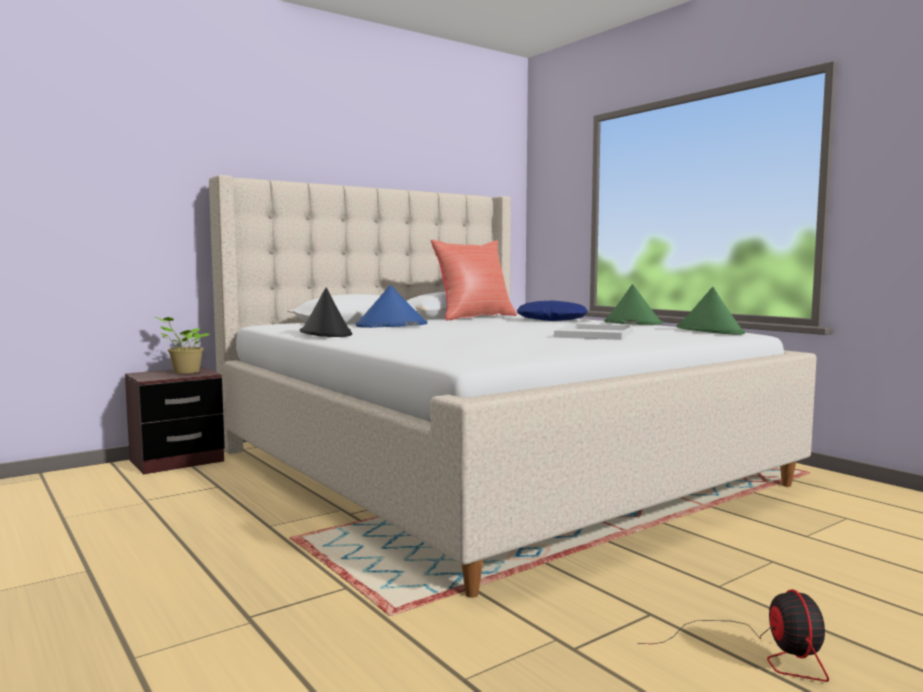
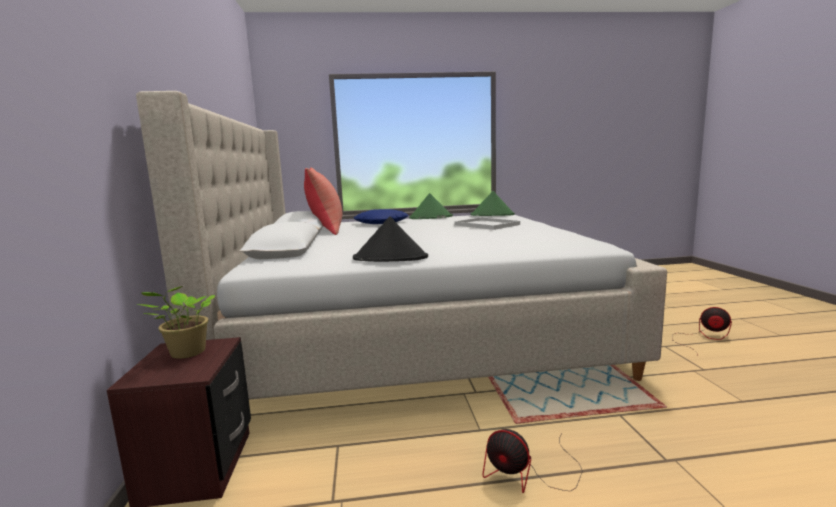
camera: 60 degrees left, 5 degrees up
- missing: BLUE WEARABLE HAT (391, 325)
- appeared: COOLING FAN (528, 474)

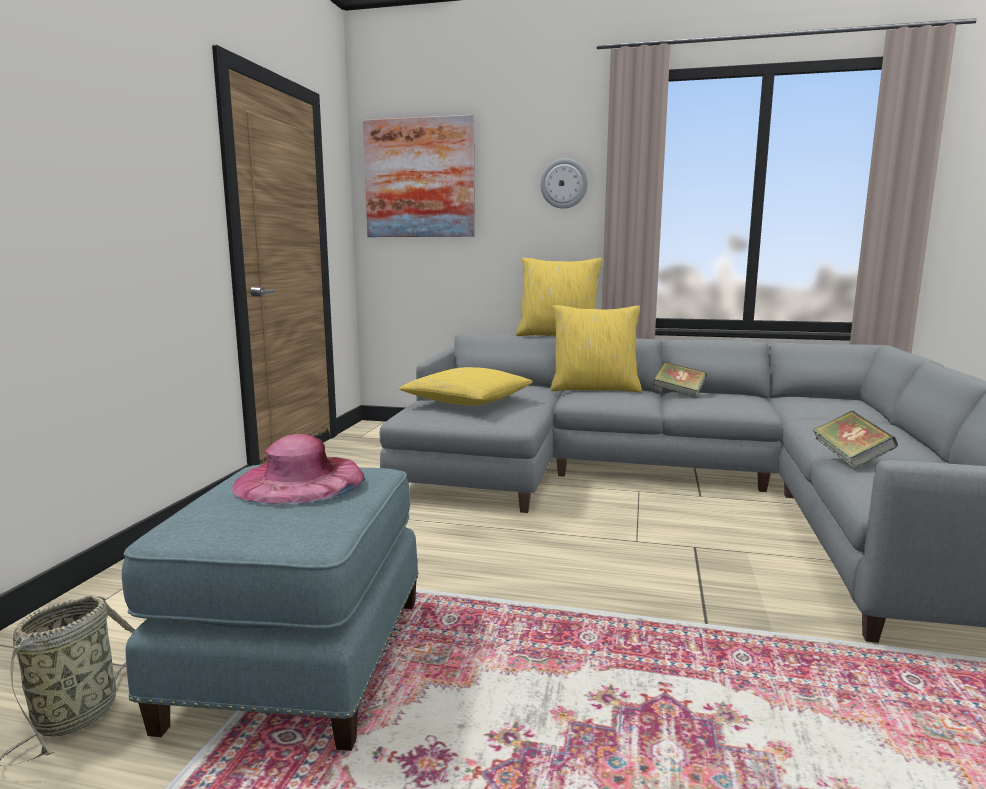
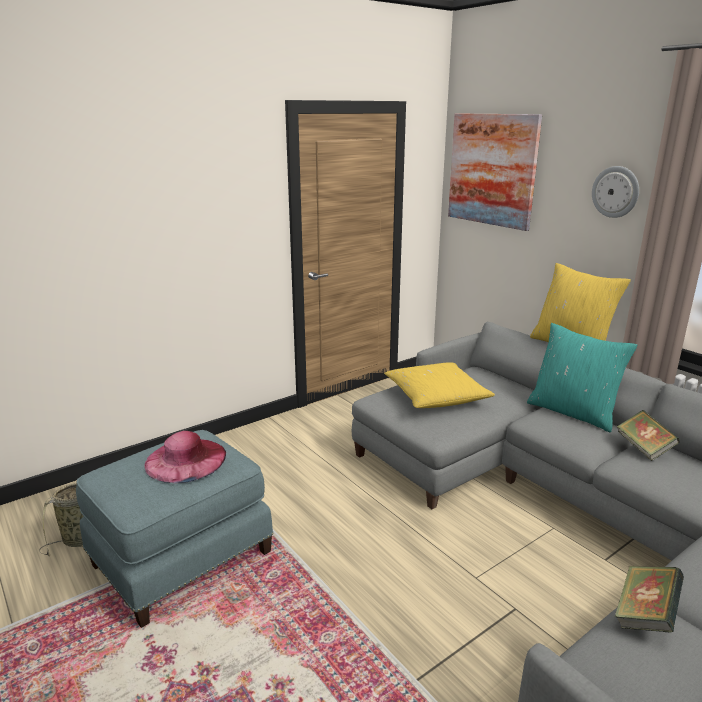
camera: 40 degrees right, 10 degrees up
- colour: YELLOW PILLOW (594, 389) to TURQUOISE PILLOW (573, 412)

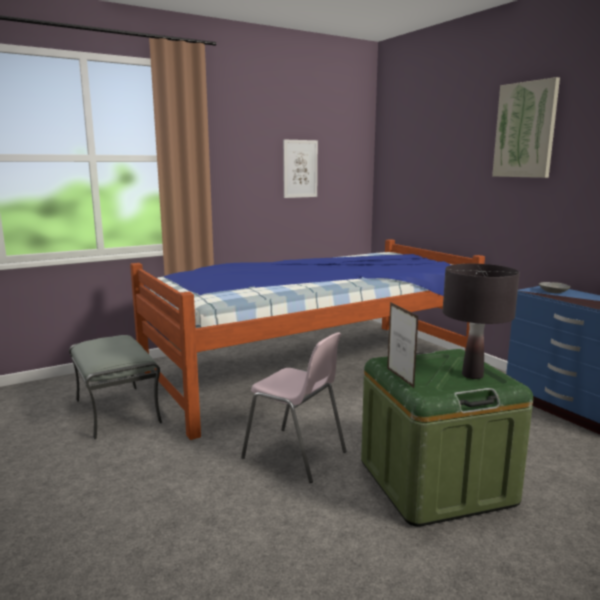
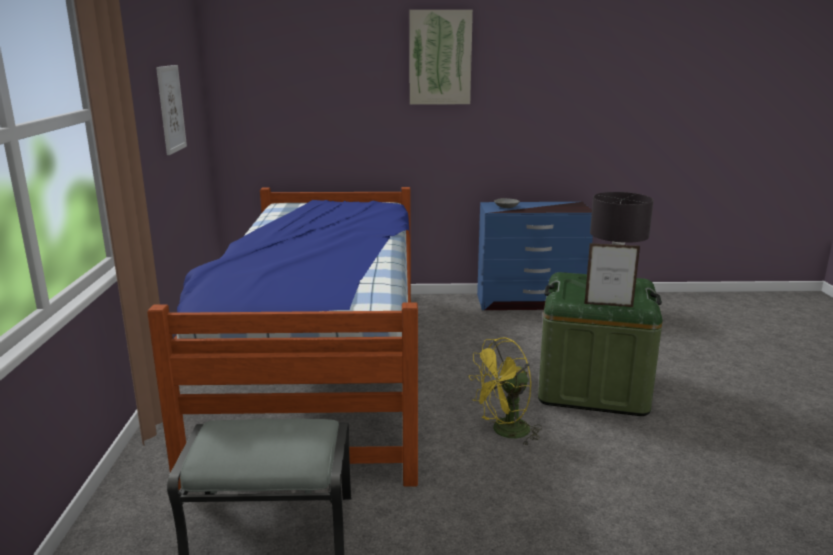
camera: 60 degrees left, 5 degrees up
- exchanged: PINK-COLOURED UPRIGHT CHAIR (295, 455) to YELLOW COOLING FAN (504, 432)

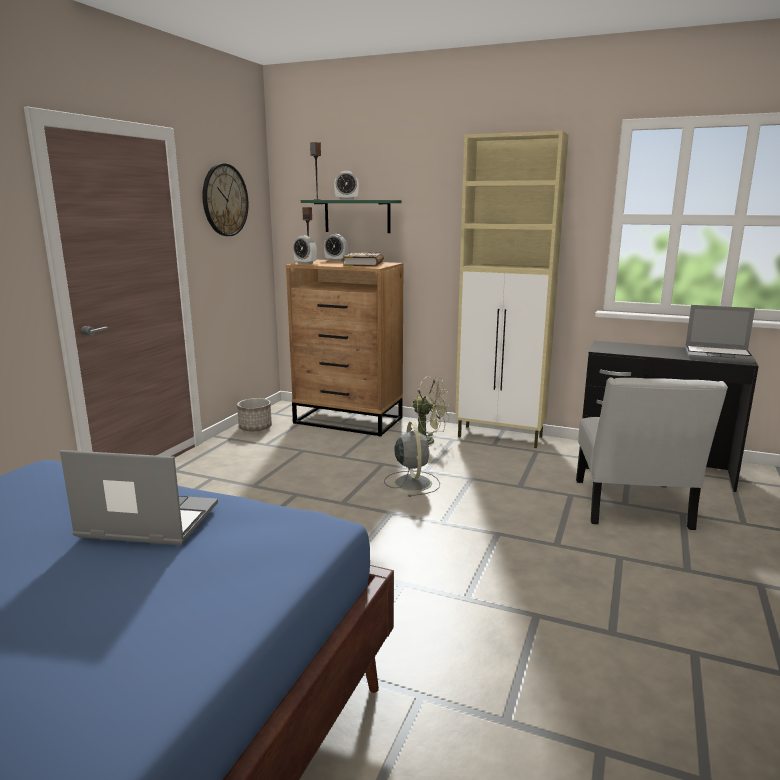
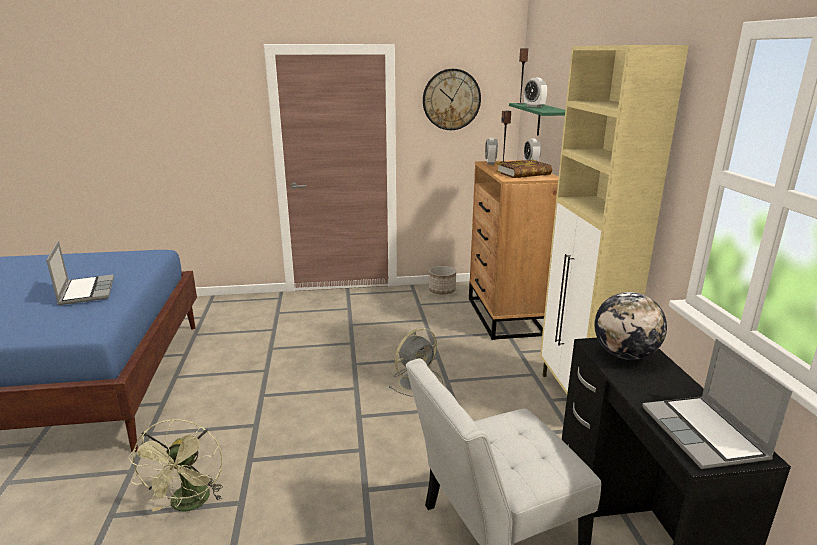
camera: 60 degrees right, 5 degrees up
- appeared: GLOBE (625, 355)
- relocated: GREEN COOLING FAN (428, 442) to (189, 505)

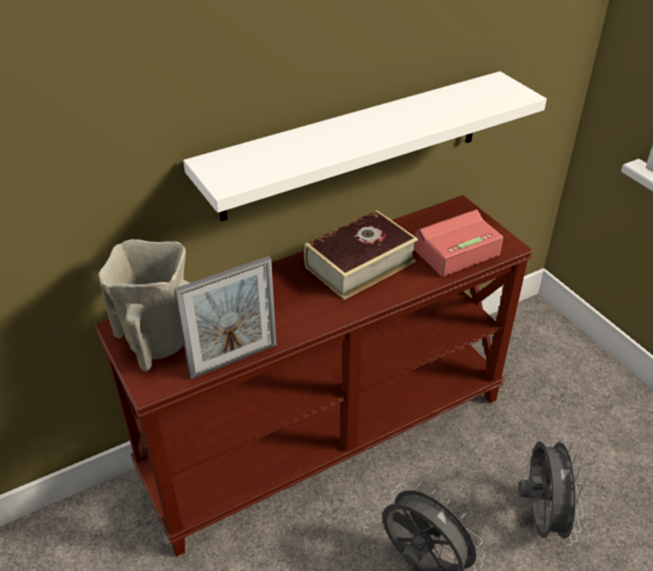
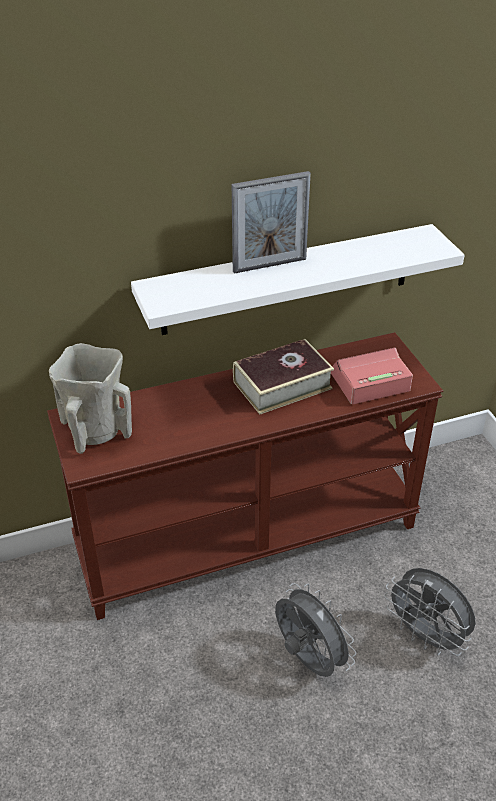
camera: 10 degrees right, 0 degrees up
- relocated: STANDING FRAME (233, 360) to (269, 265)
- spun: GREYISH COOLING FAN (540, 518) = (426, 636) 120 degrees clockwise

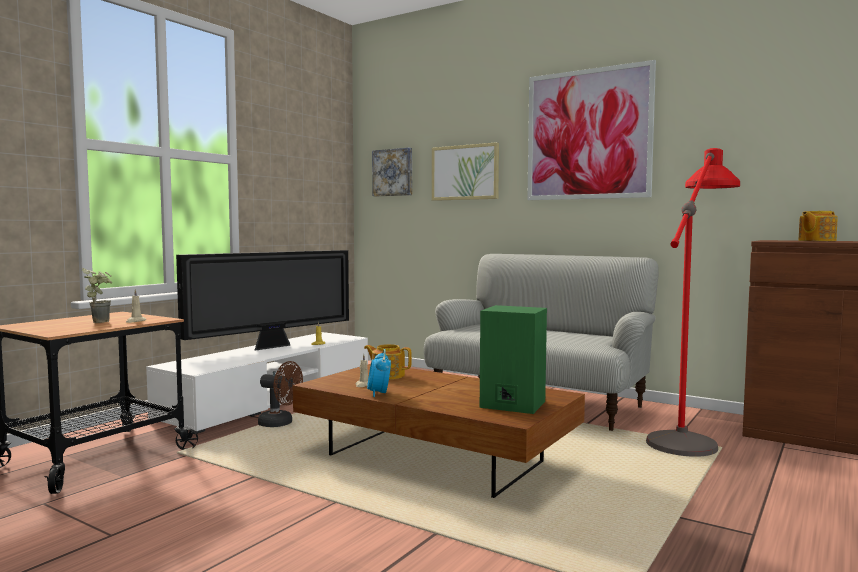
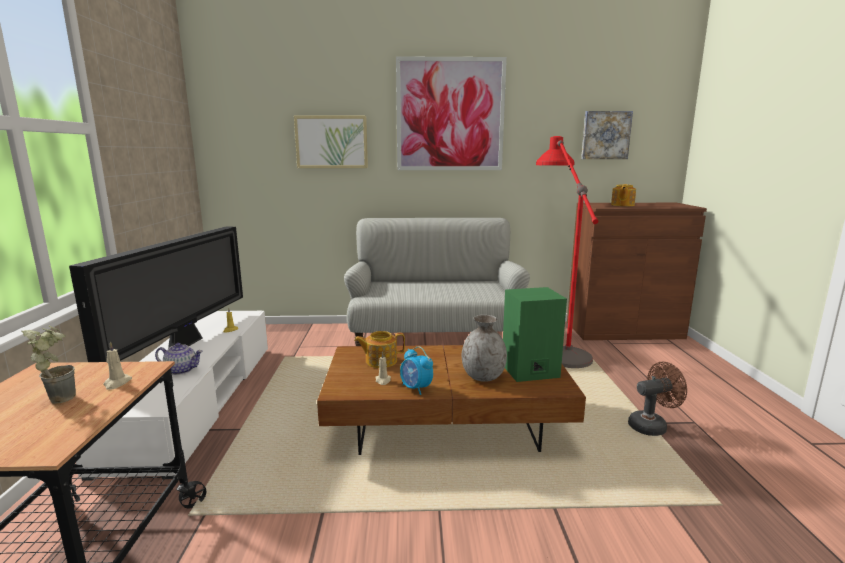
camera: 35 degrees left, 10 degrees up
- appeared: TEA POT (182, 370)
- appeared: GREYISH FLOWER VASE (483, 376)
- relocated: BROWN-COLOURED COOLING FAN (280, 424) to (652, 426)
- relocated: PICTURE (393, 172) to (605, 135)

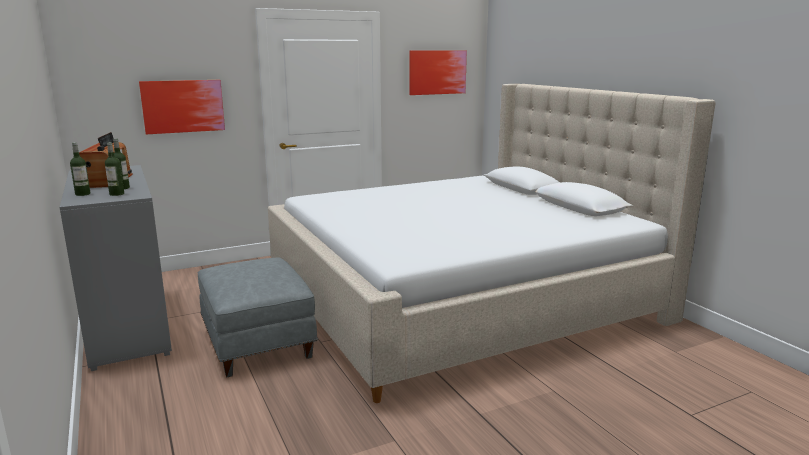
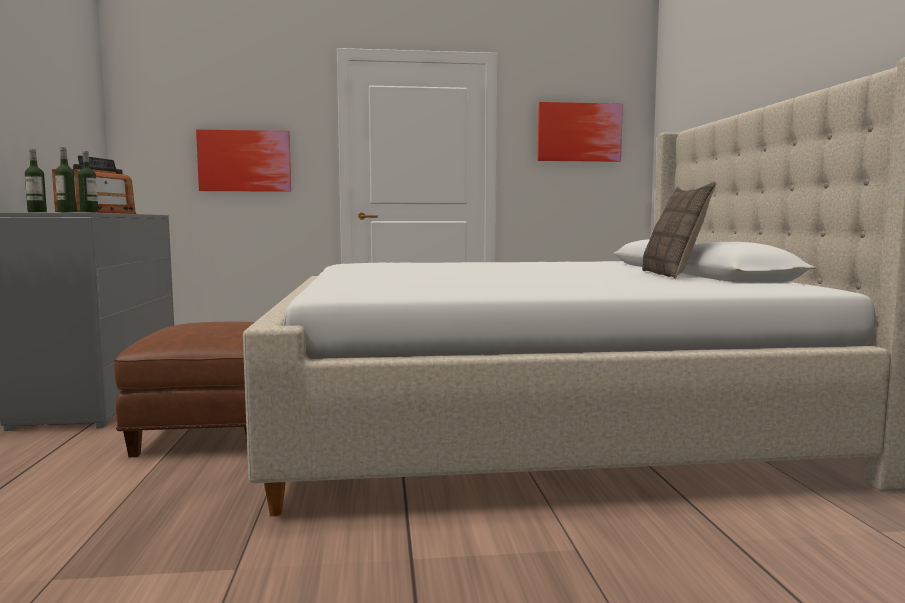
camera: 20 degrees right, 10 degrees down
- appeared: PILLOW (673, 274)
- colour: GREYISH POUFFE (259, 343) to BROWN-COLOURED POUFFE (214, 430)

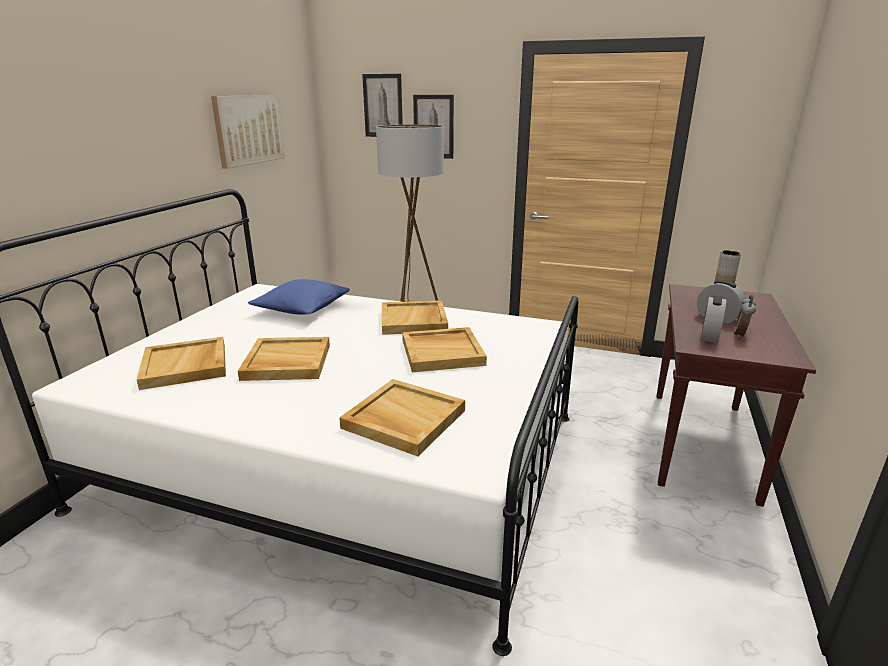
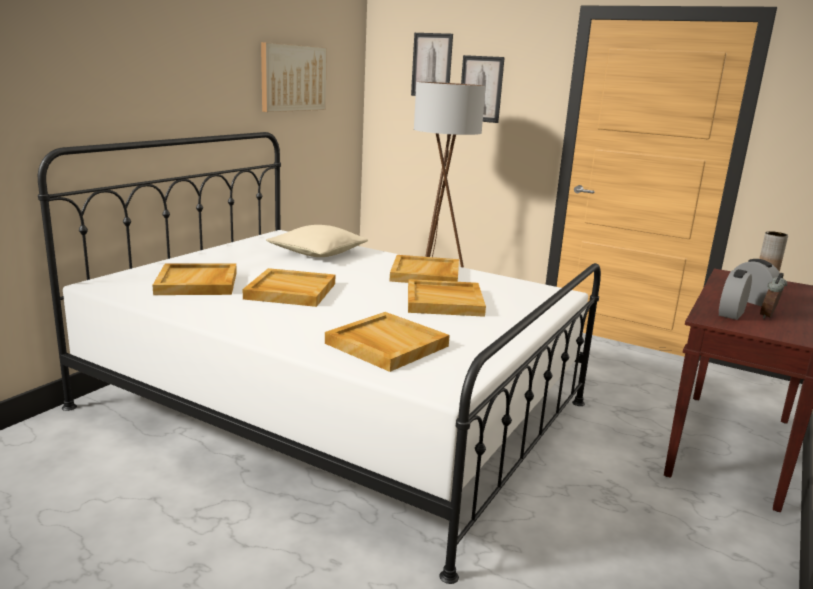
camera: 10 degrees right, 5 degrees down
- colour: BLUE PILLOW (302, 308) to BEIGE PILLOW (317, 253)

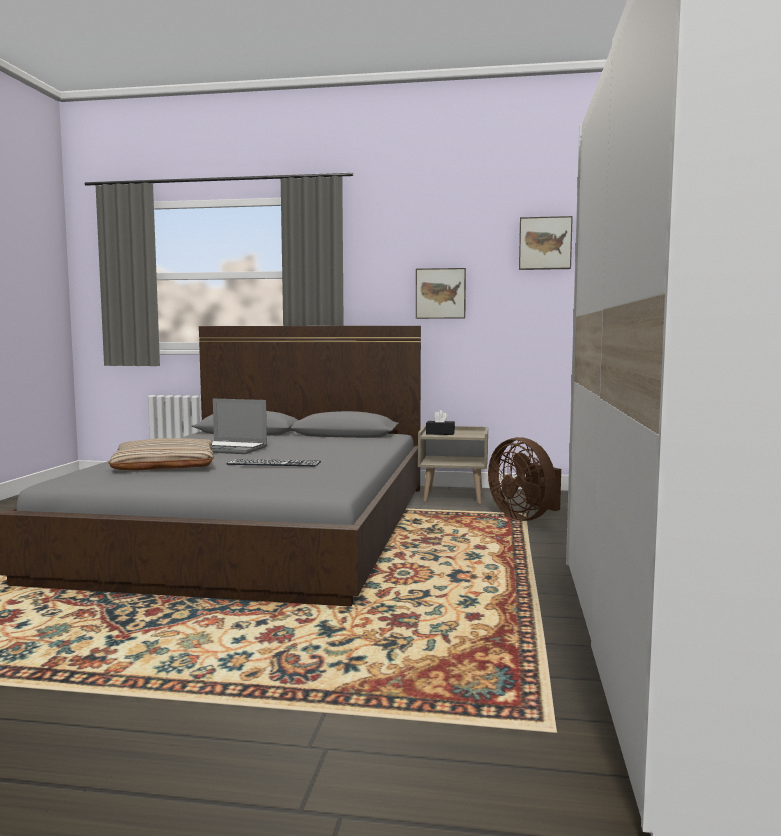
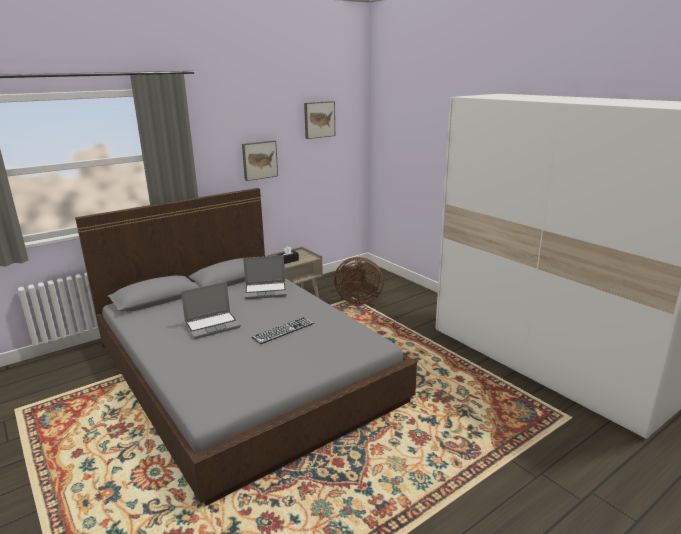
camera: 45 degrees left, 15 degrees up
- missing: BEIGE PILLOW (164, 464)
- appeared: NOTEBOOK COMPUTER (266, 291)

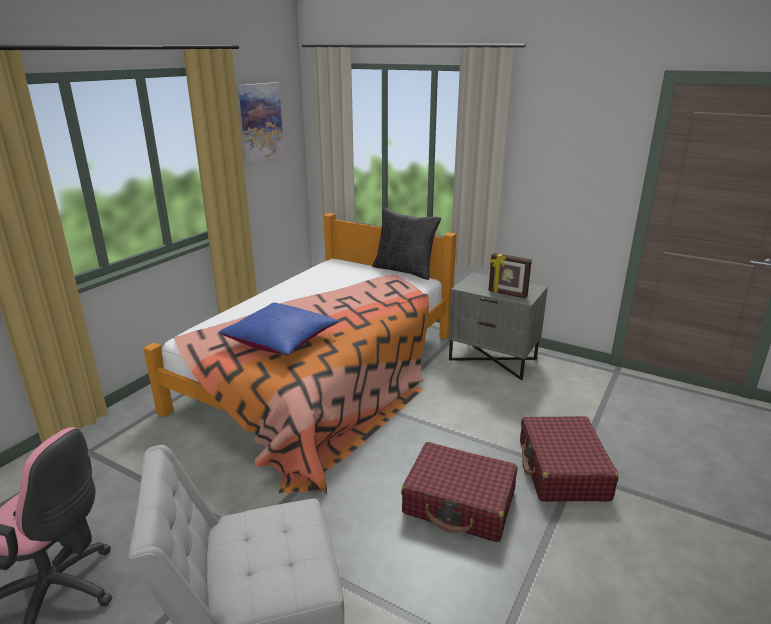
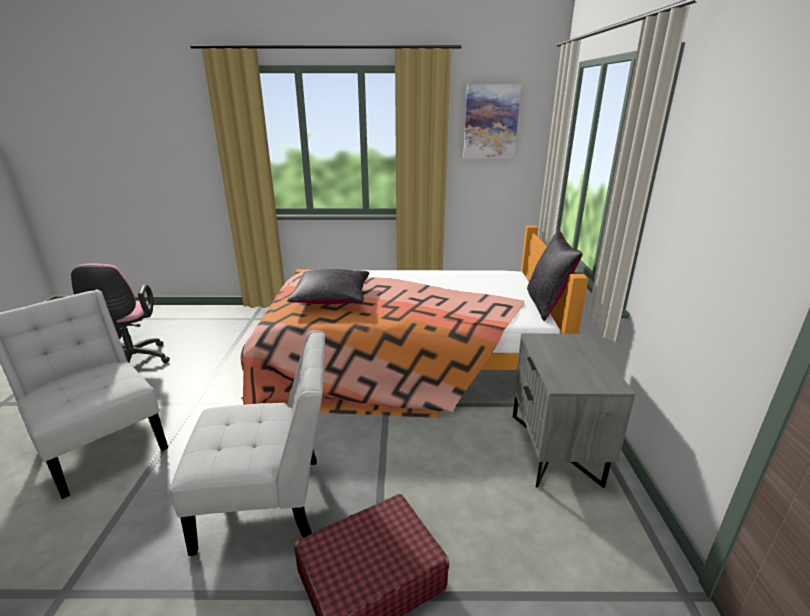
camera: 60 degrees right, 0 degrees up
- missing: STANDING FRAME (507, 294)
- exchanged: RED-COLOURED TRAVEL CASE (459, 503) to WHITE UPRIGHT CHAIR (269, 503)
- colour: BLUE PILLOW (280, 340) to BLACK-COLOURED PILLOW (332, 298)

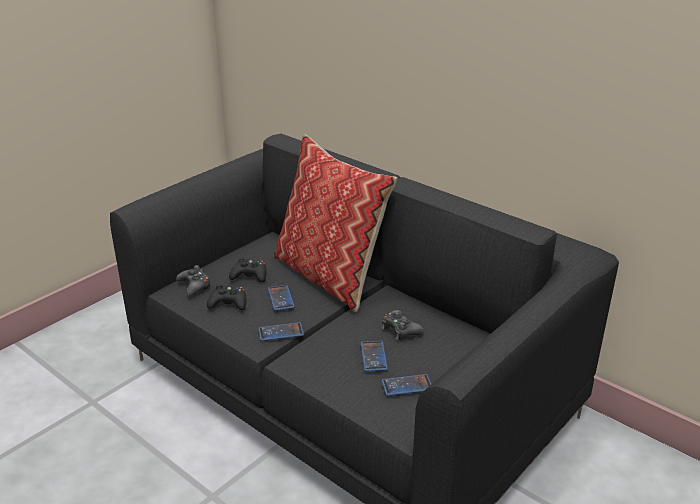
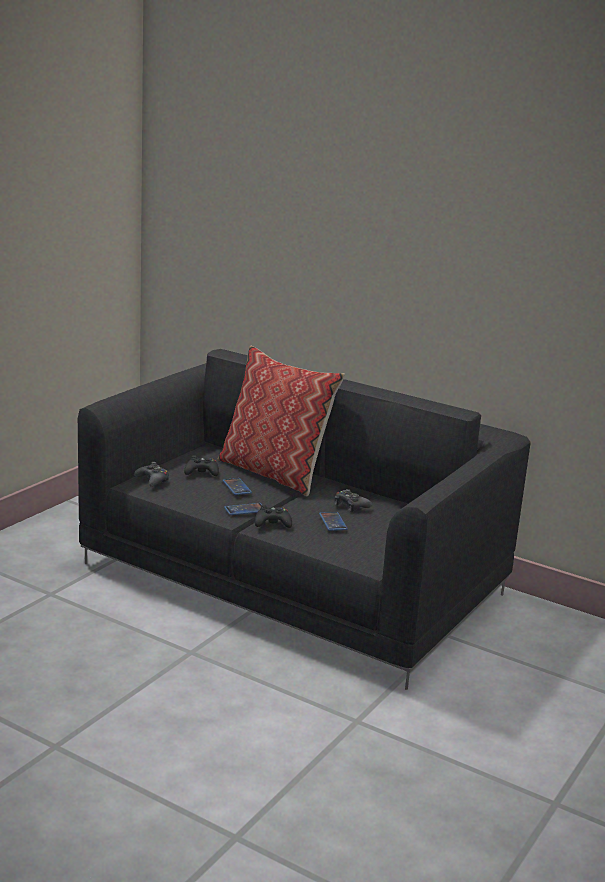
camera: 10 degrees left, 10 degrees down
- missing: TELEPHONE (407, 385)
- relocated: BLACK-COLOURED JOYPAD (228, 303) to (272, 523)

